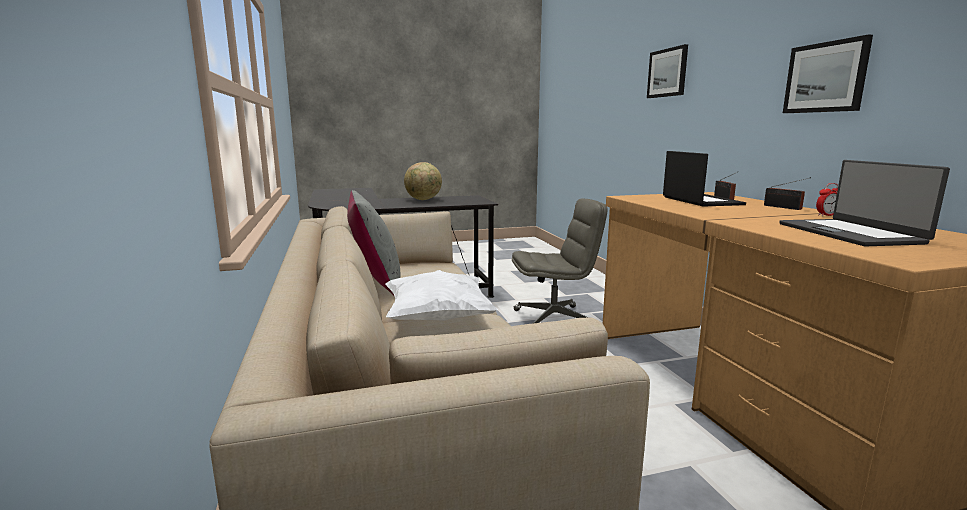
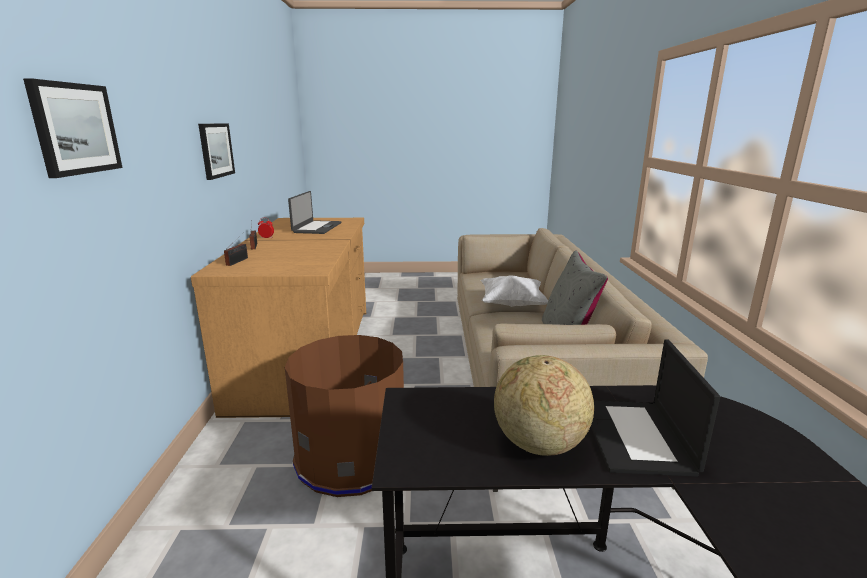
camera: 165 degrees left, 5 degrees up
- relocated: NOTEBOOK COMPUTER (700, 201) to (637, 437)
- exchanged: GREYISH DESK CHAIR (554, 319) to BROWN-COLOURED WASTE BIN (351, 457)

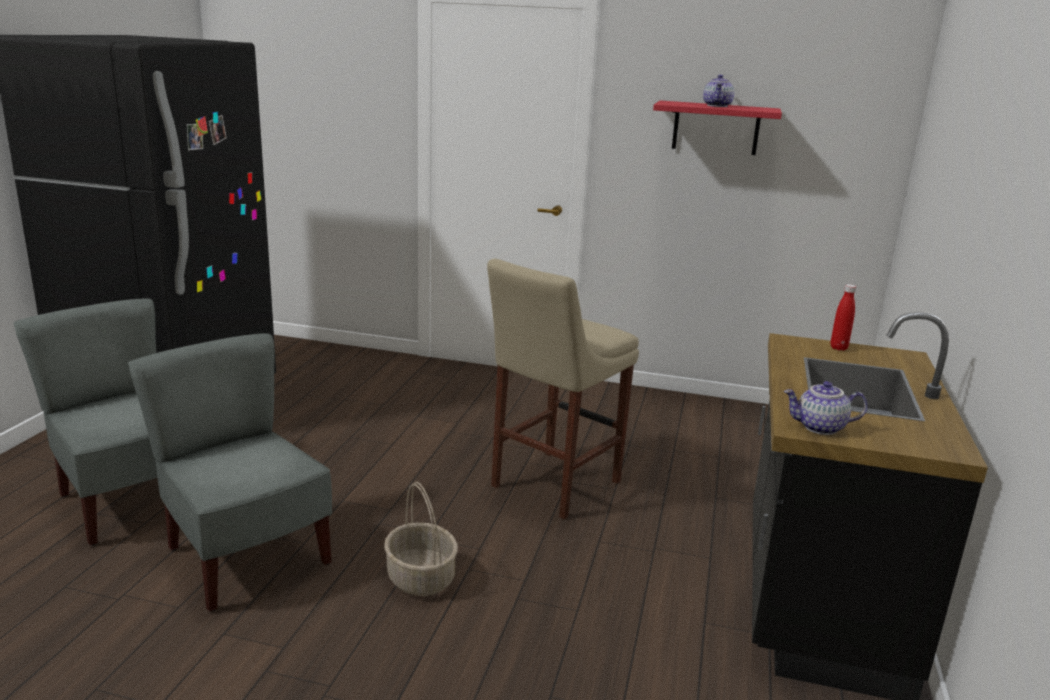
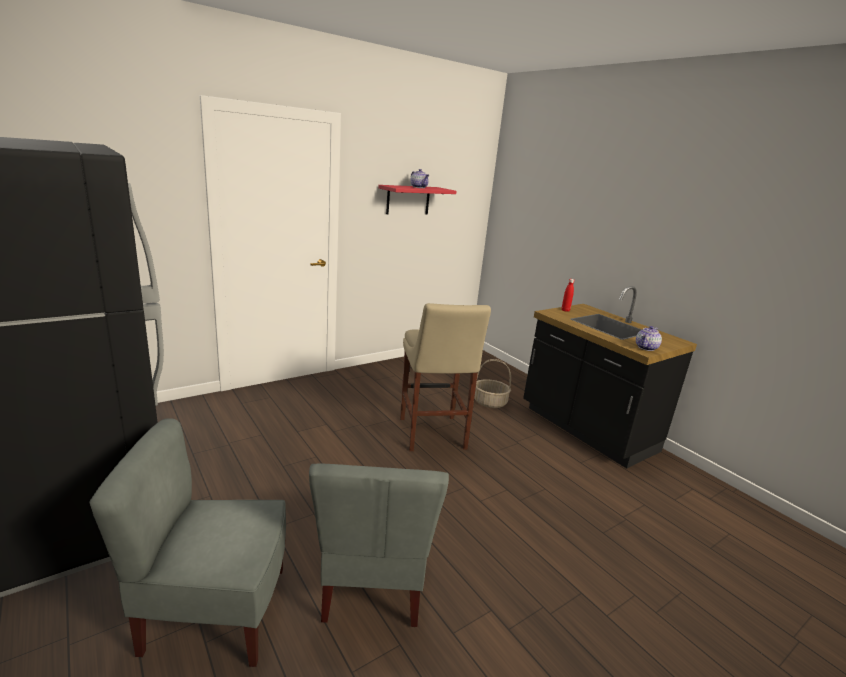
camera: 50 degrees left, 0 degrees up
- relocated: STORAGE BASKET (421, 579) to (490, 402)
- spun: GREYISH UPRIGHT CHAIR (245, 557) = (373, 582) 90 degrees counterclockwise

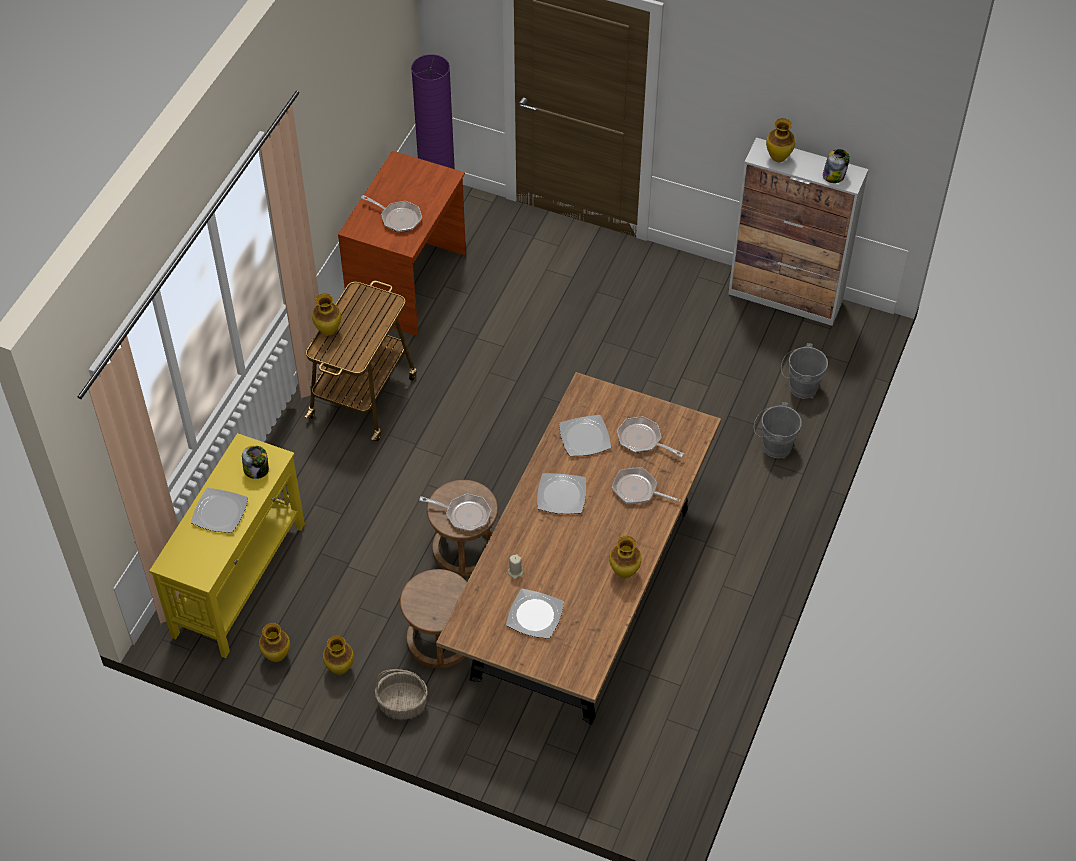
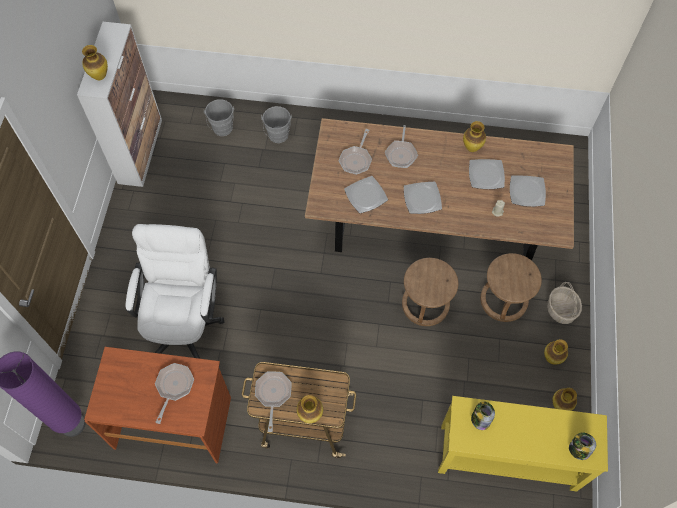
camera: 105 degrees left, 10 degrees up
- appeared: WHITE DESK CHAIR (185, 322)
- relocated: DINNER PLATE (220, 512) to (486, 175)
- relocated: FRYING PAN (464, 514) to (273, 394)
- relocated: JAR (834, 175) to (578, 449)

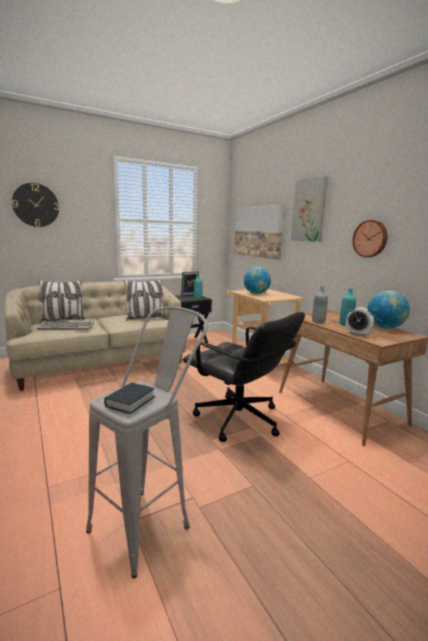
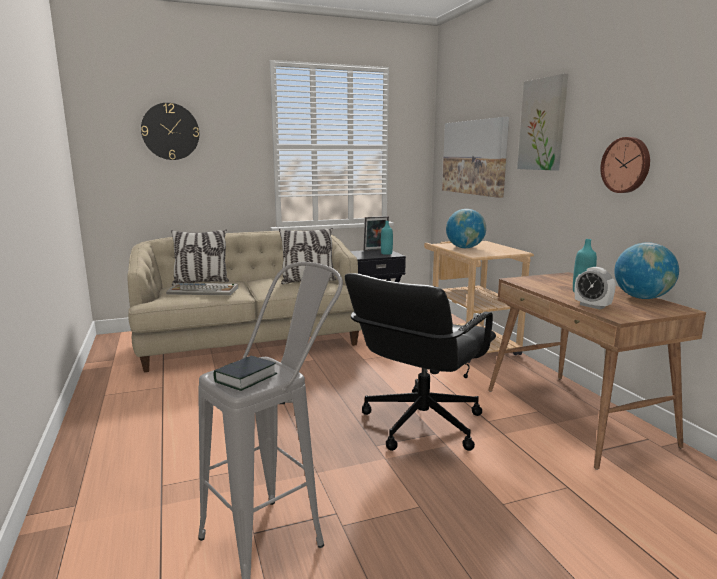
camera: 10 degrees right, 0 degrees up
- missing: GREYISH BOTTLE (318, 321)
- spun: BLACK-COLOURED DESK CHAIR (238, 420) = (420, 423) 75 degrees clockwise

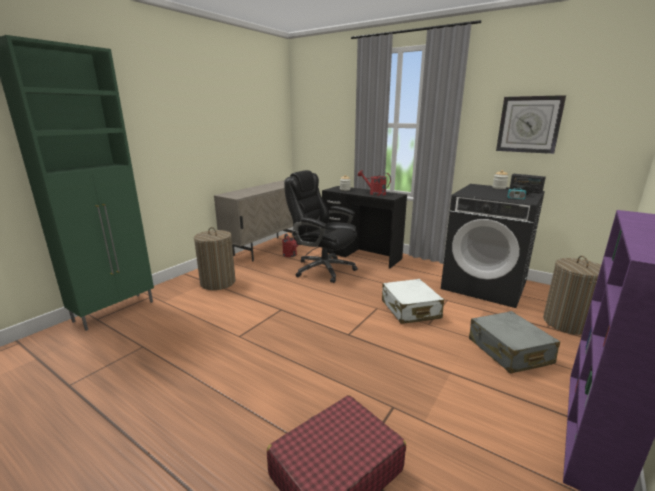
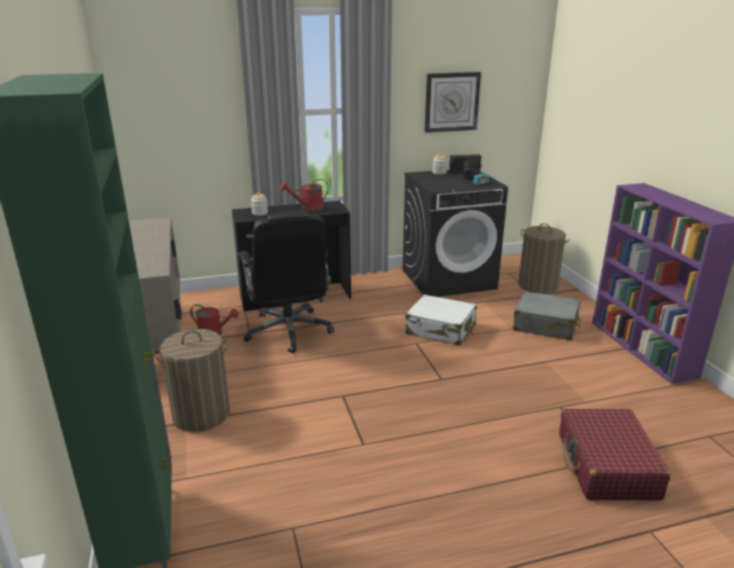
camera: 50 degrees left, 5 degrees up
- spun: BLACK-COLOURED DESK CHAIR (323, 269) = (289, 331) 90 degrees counterclockwise

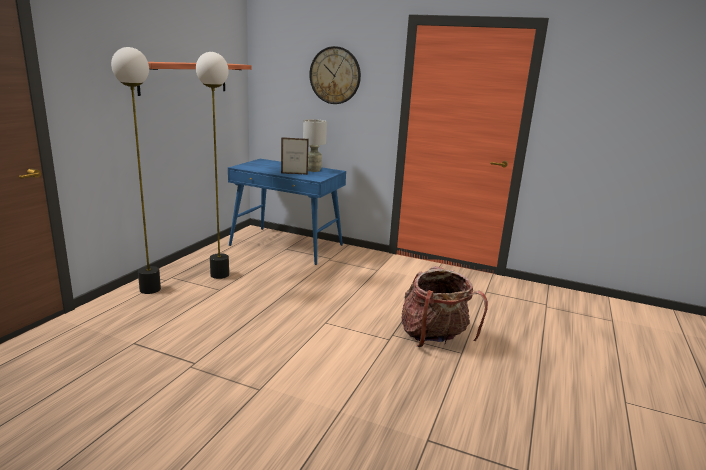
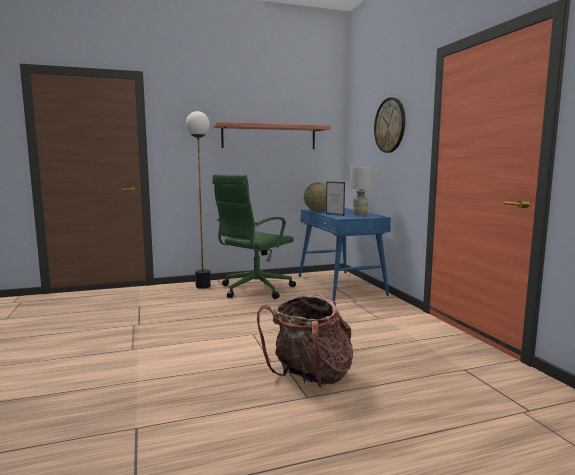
camera: 50 degrees right, 10 degrees down
- appeared: GLOBE (317, 211)
- exchanged: FLOOR LAMP (219, 275) to GREEN DESK CHAIR (254, 289)

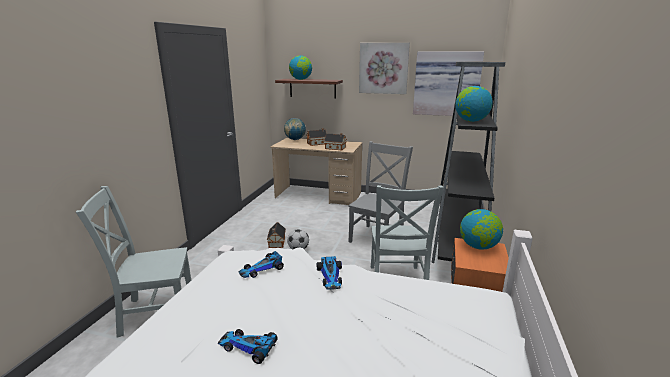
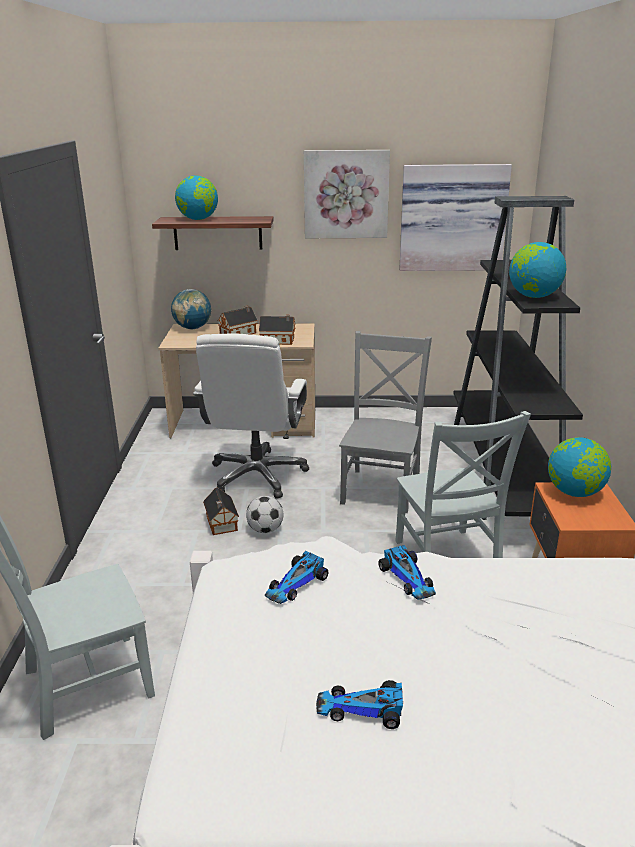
camera: 15 degrees left, 5 degrees up
- appeared: WHITE DESK CHAIR (257, 475)

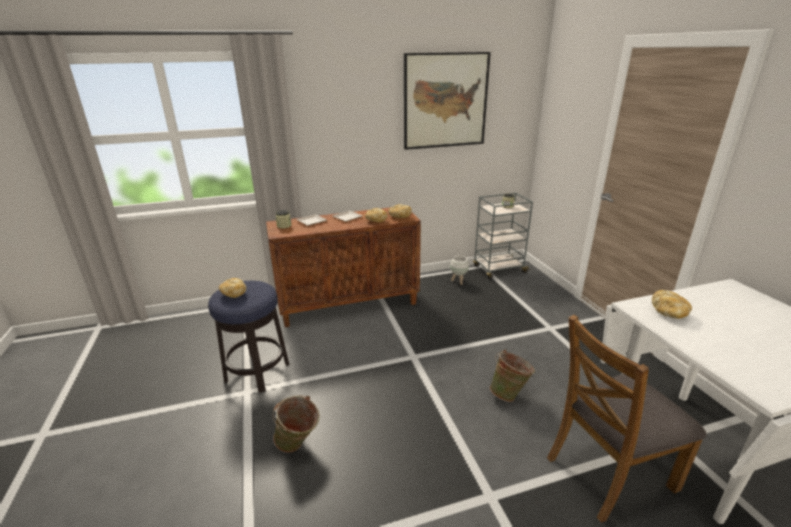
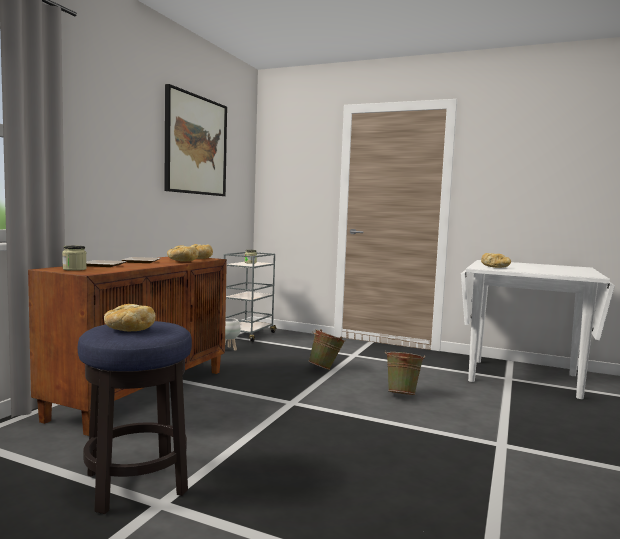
camera: 50 degrees left, 20 degrees down
- missing: BROWN-COLOURED UPRIGHT CHAIR (608, 472)
- relocated: GREEN BUCKET (299, 445) to (326, 368)

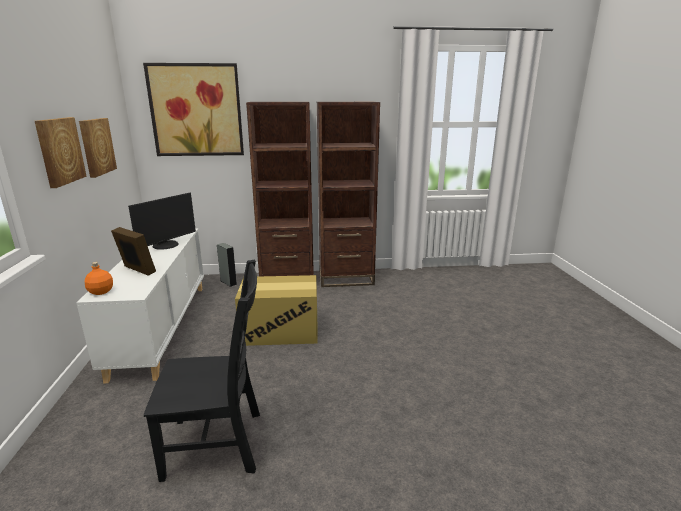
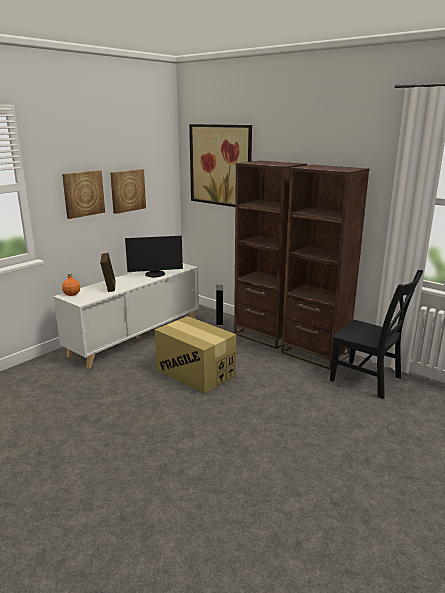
camera: 45 degrees right, 0 degrees up
- relocated: BLACK-COLOURED UPRIGHT CHAIR (219, 444) to (368, 380)

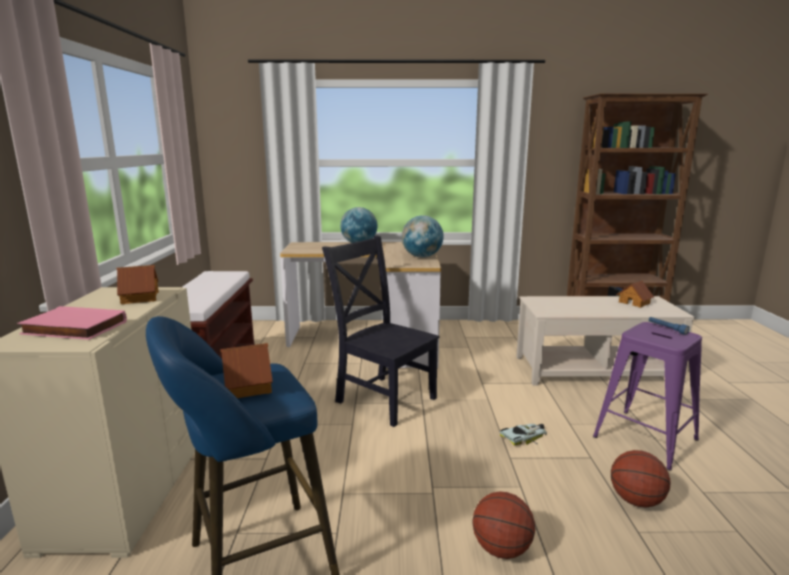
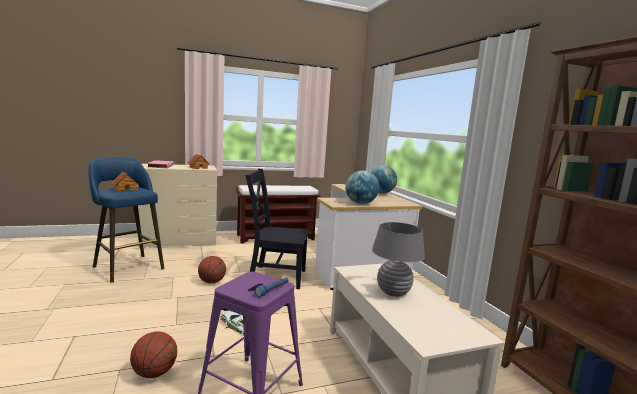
camera: 70 degrees right, 5 degrees down
- missing: TOY HOUSE (634, 302)
- appeared: GREYISH LAMP FOR A TABLE (393, 292)
- relocated: BALL FOR BASKETBALL (501, 549) to (212, 282)
- spun: BLACK-COLOURED UPRIGHT CHAIR (383, 398) = (275, 276) 105 degrees counterclockwise

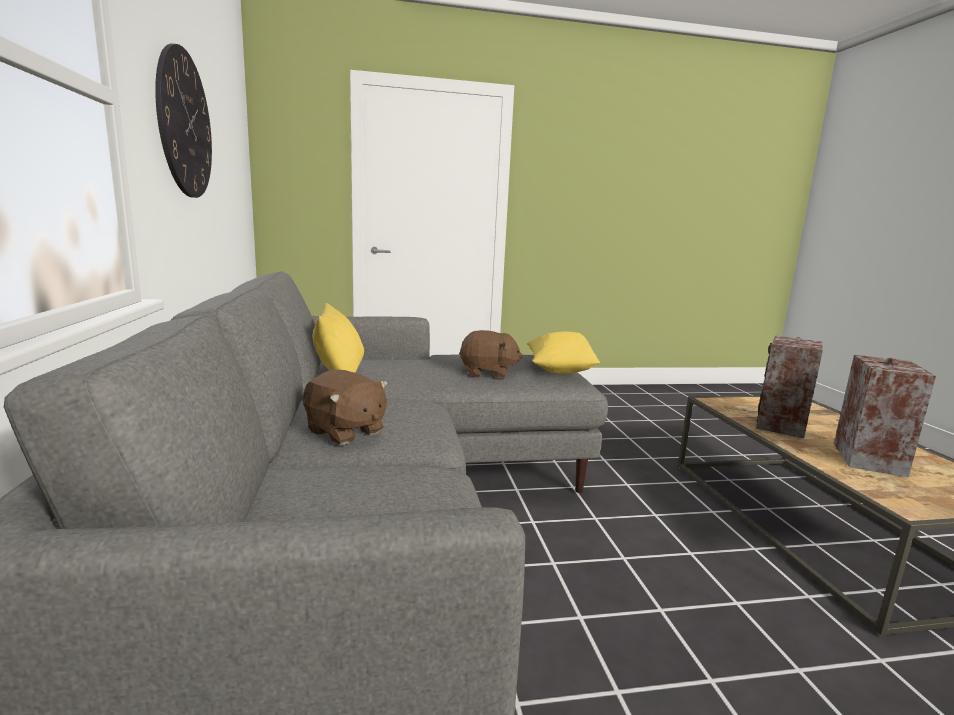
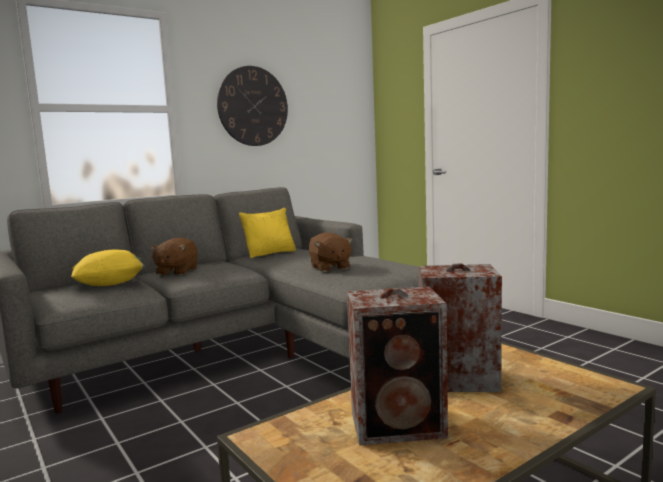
camera: 65 degrees right, 5 degrees down
- relocated: YELLOW PILLOW (560, 370) to (110, 284)

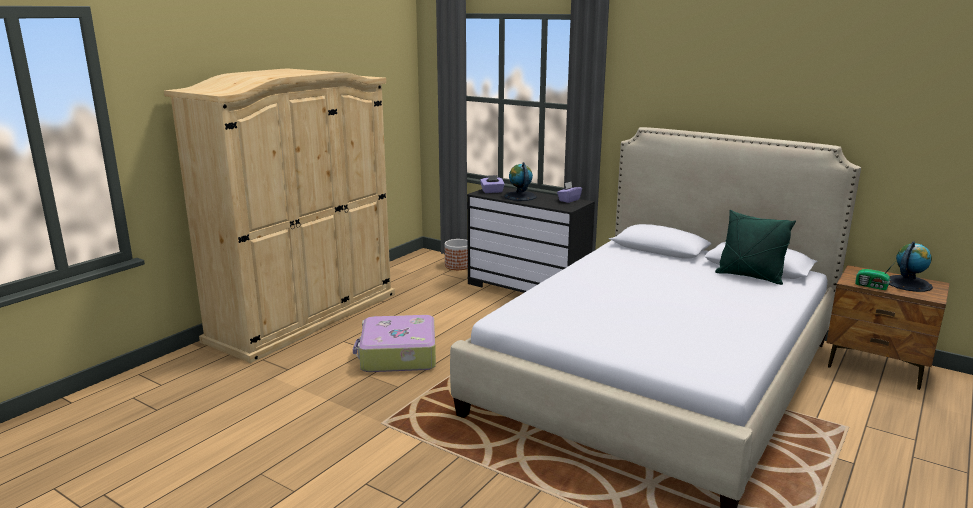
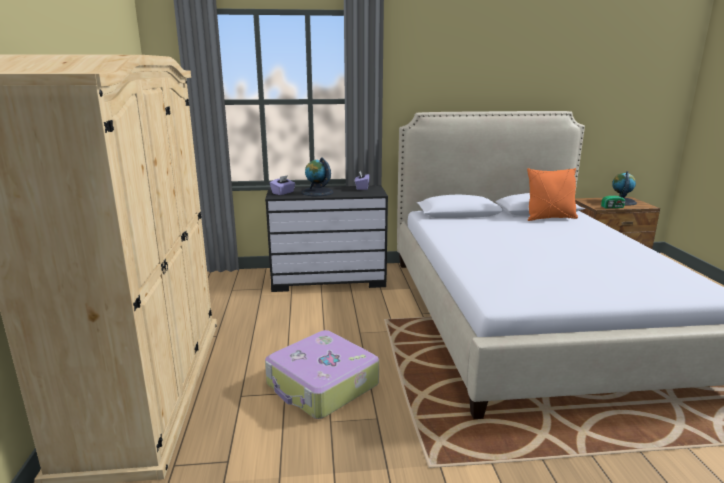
camera: 40 degrees left, 0 degrees up
- missing: FLOWER POT (458, 266)
- colour: GREEN PILLOW (750, 277) to ORANGE PILLOW (550, 218)

